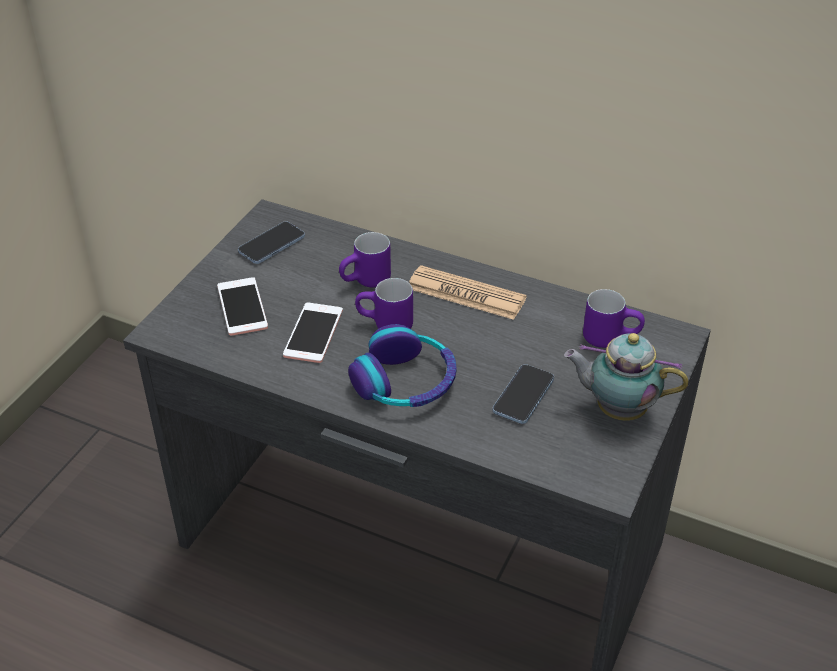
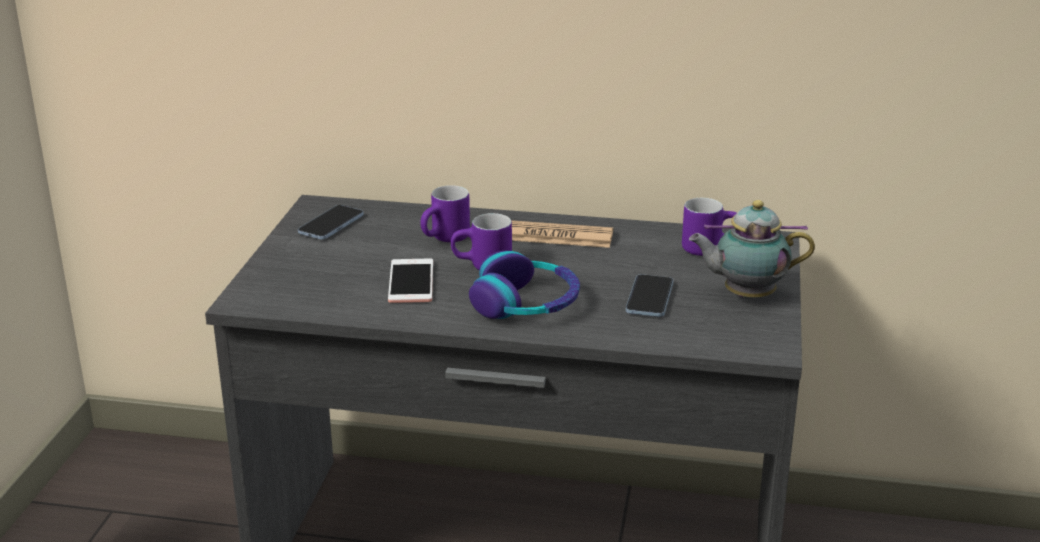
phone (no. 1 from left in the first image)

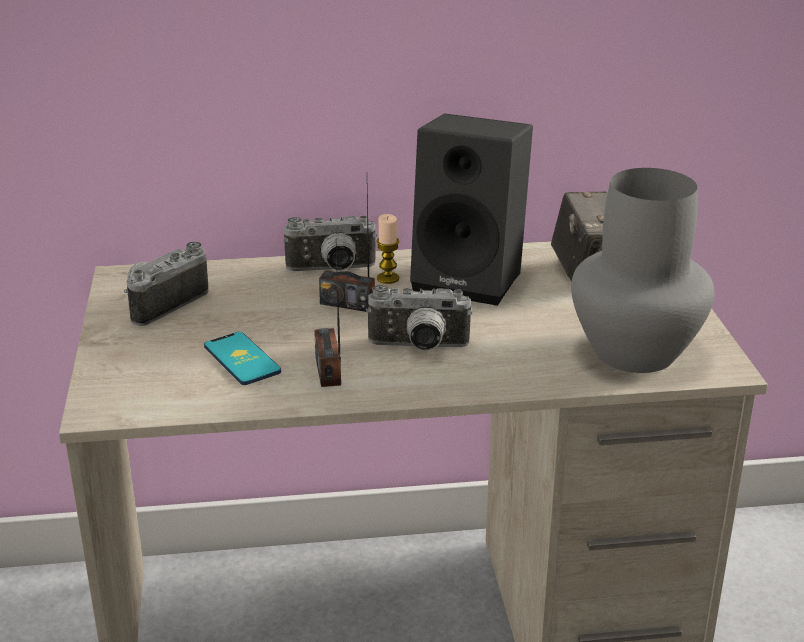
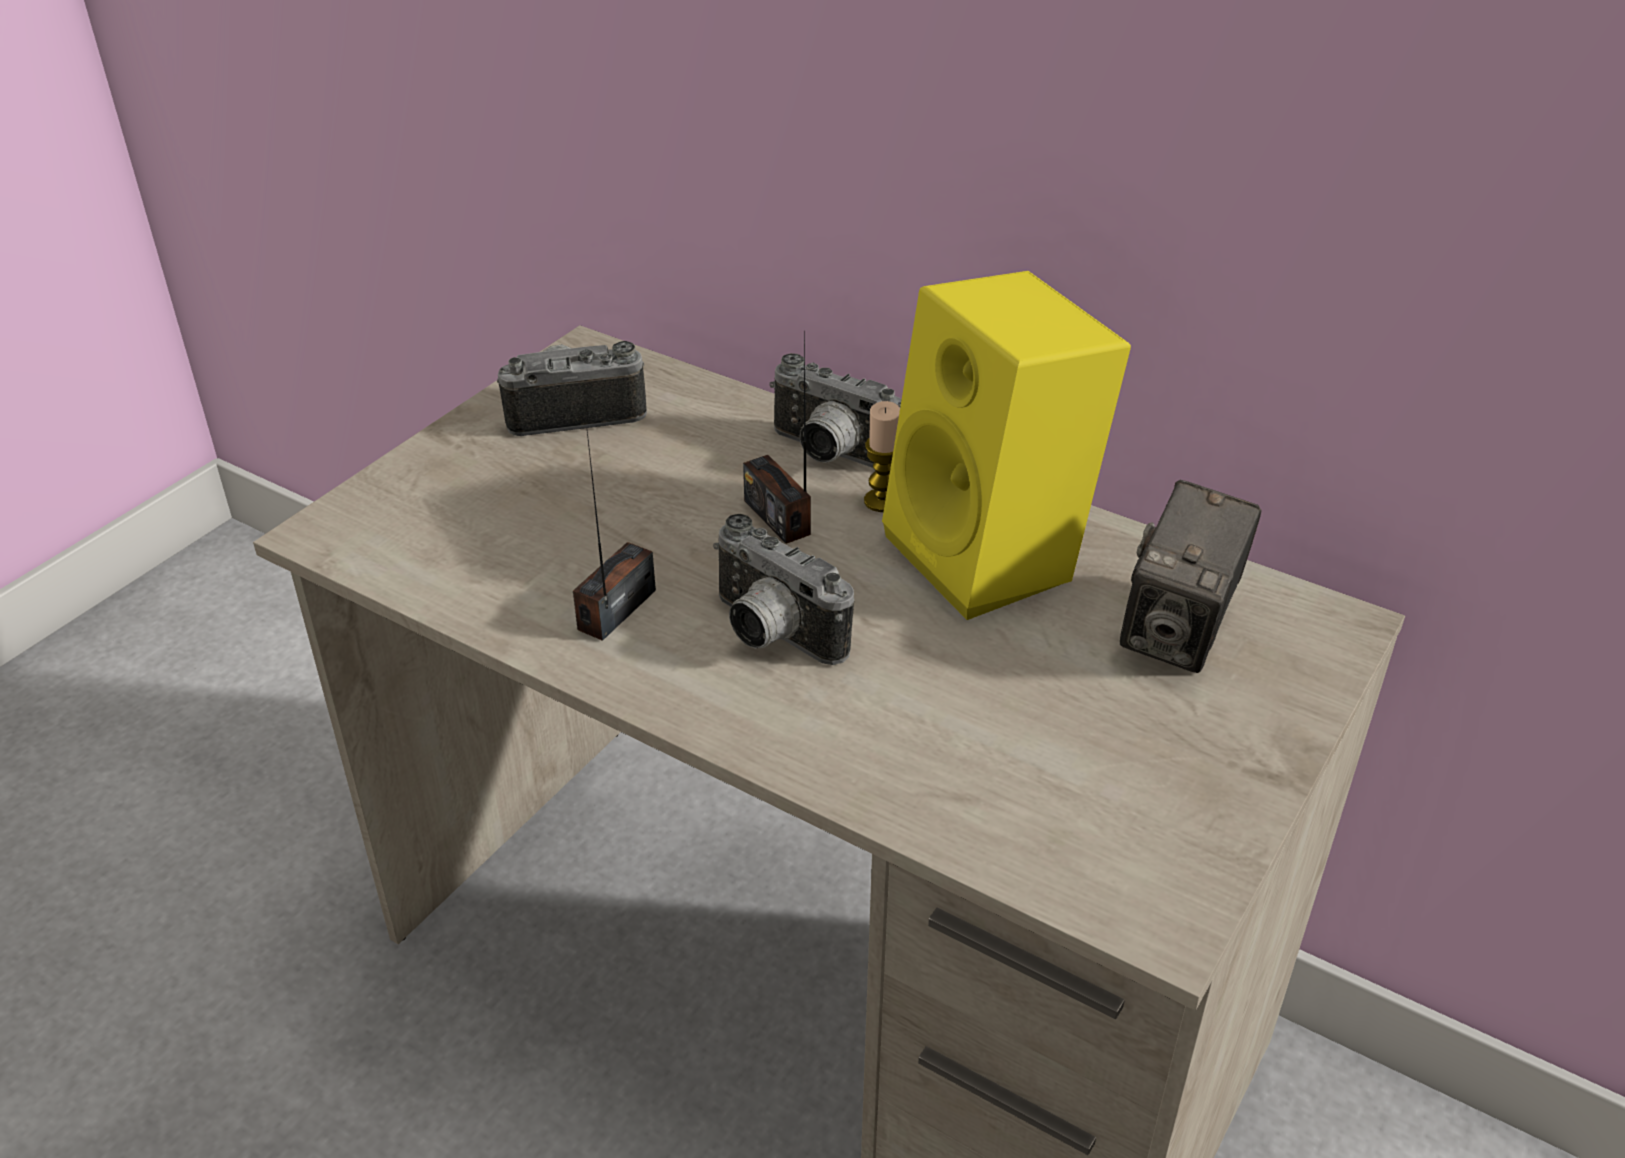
phone
vase (grey)
speaker (yellow)

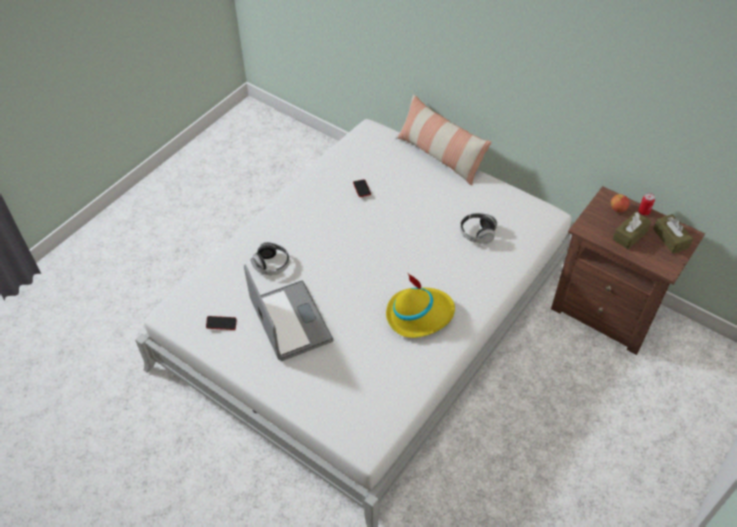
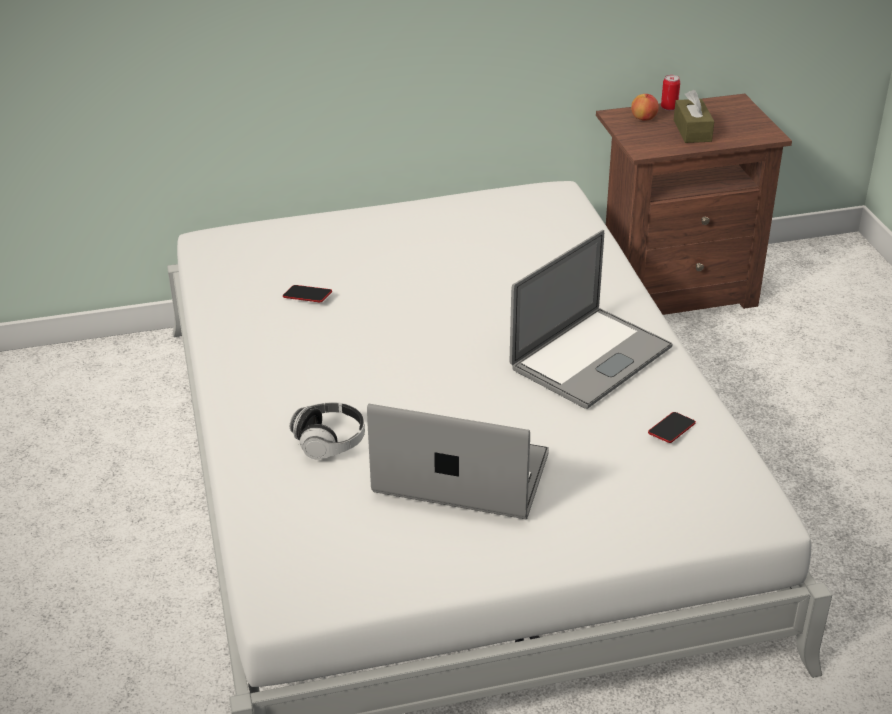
pillow
headphones (no. 2 from left in the first image)
tissue box (brown) (no. 2 from left in the first image)
phone (no. 2 from left)
laptop (no. 2 from left)

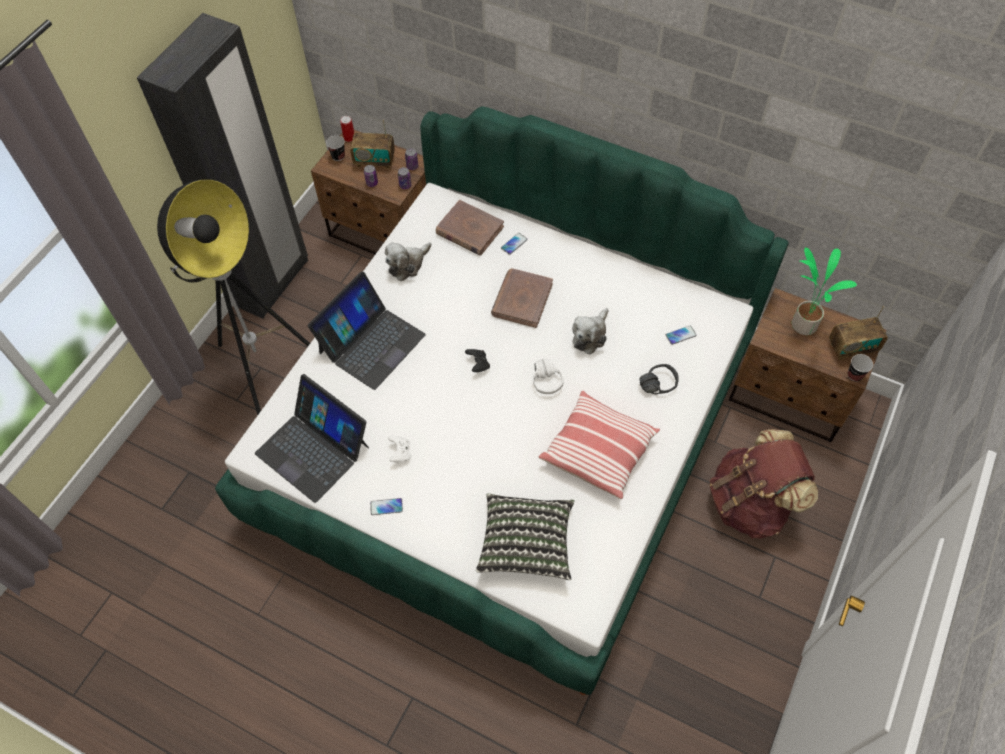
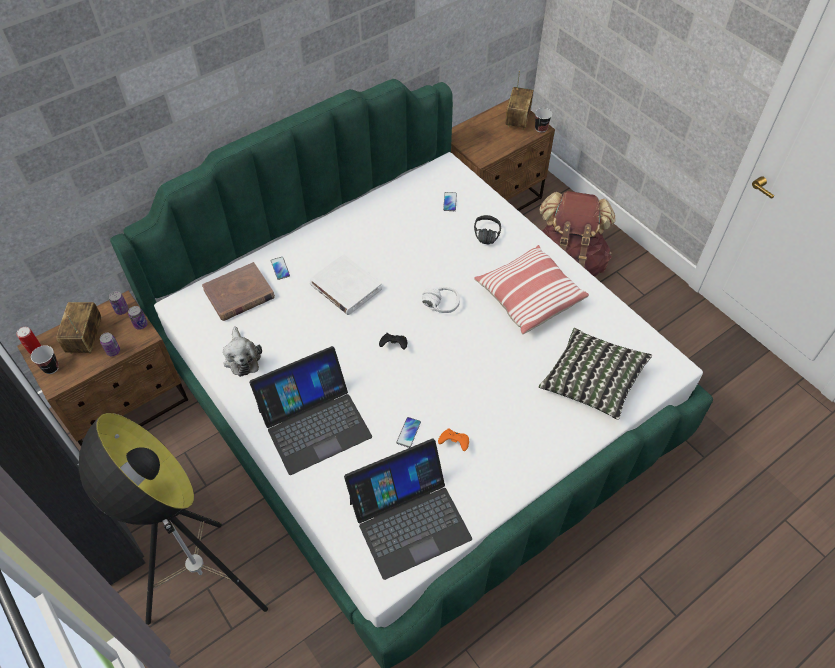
plush toy (no. 2 from left in the first image)
potted plant
phone (no. 2 from left)
game controller (orange)
book (white)
laptop (no. 1 from left)
radio (no. 1 from left)

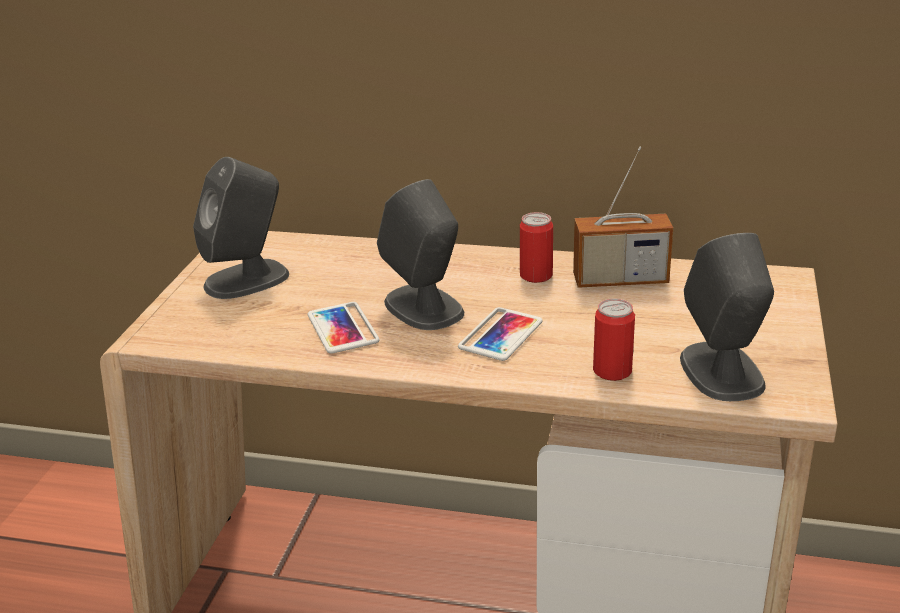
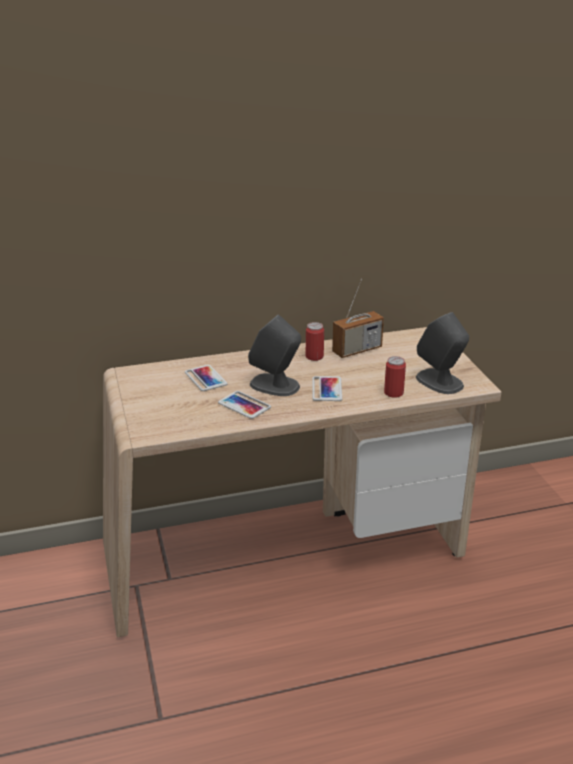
speaker (grey) (no. 1 from left in the first image)
phone (no. 1 from left)

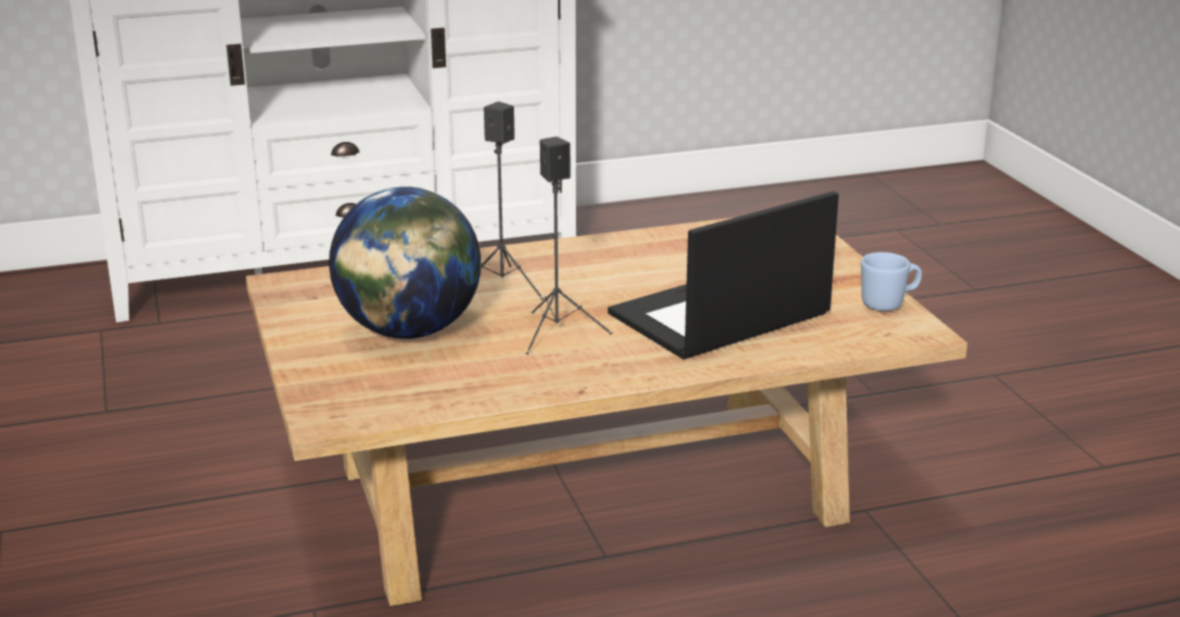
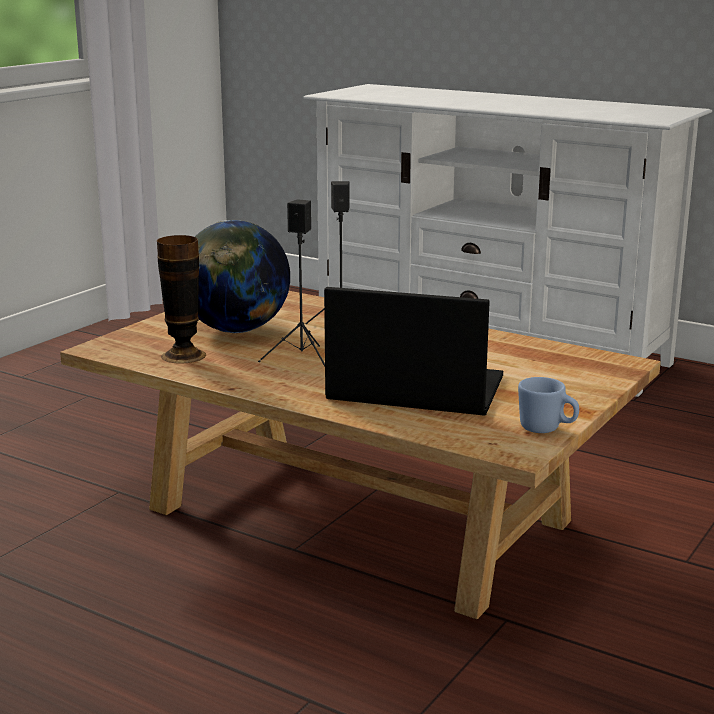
vase

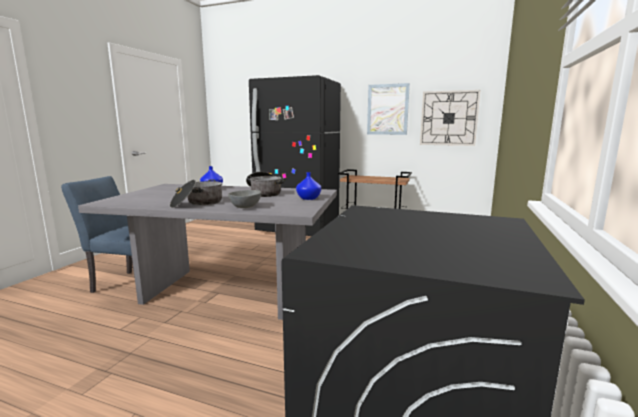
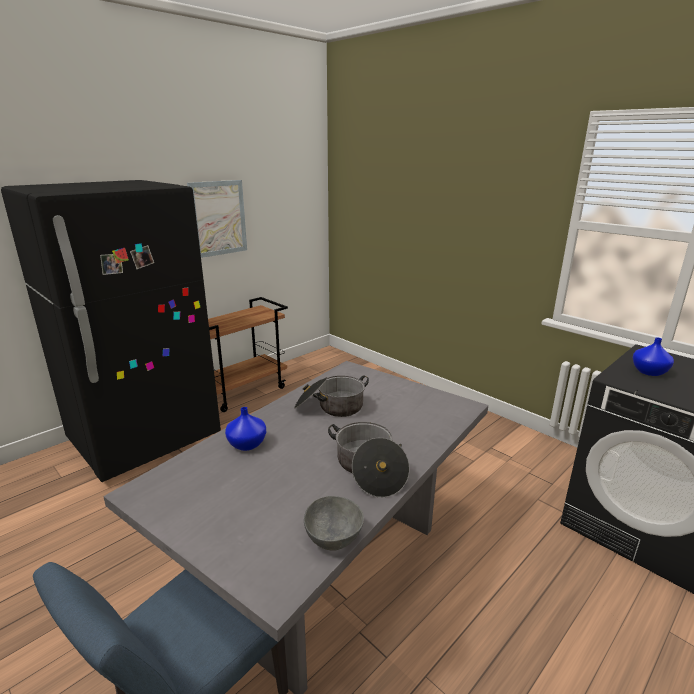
wall clock
bowl (grey)
vase (blue) (no. 2 from left)

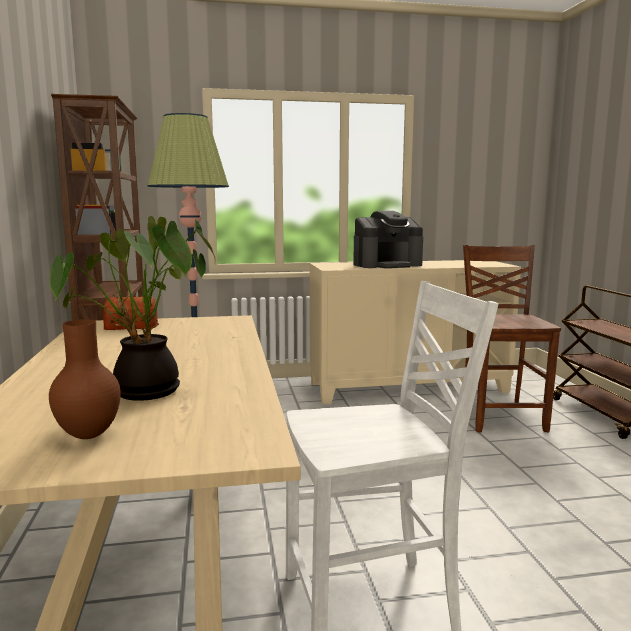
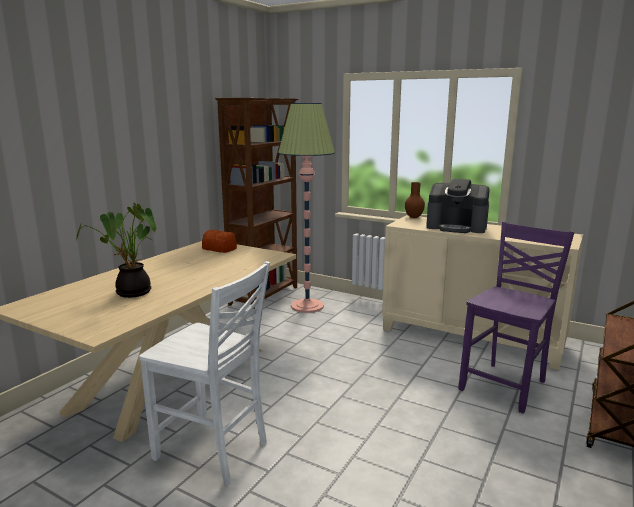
vase (brown)
chair (purple)

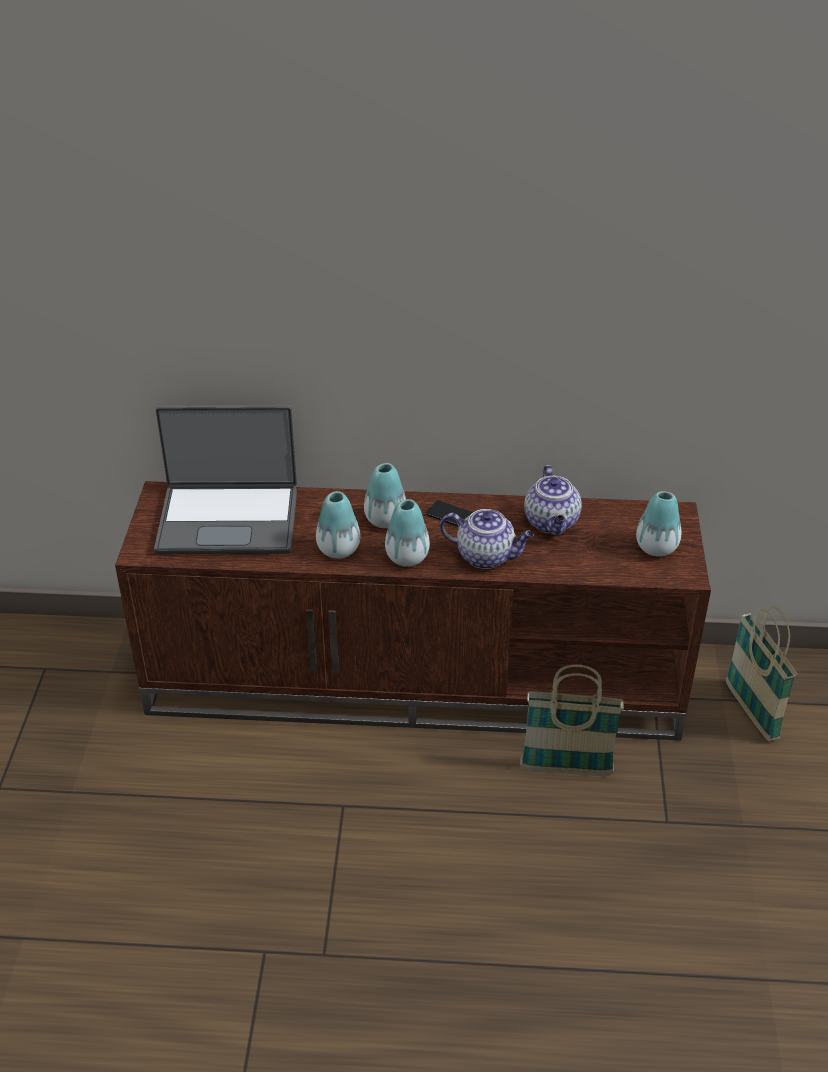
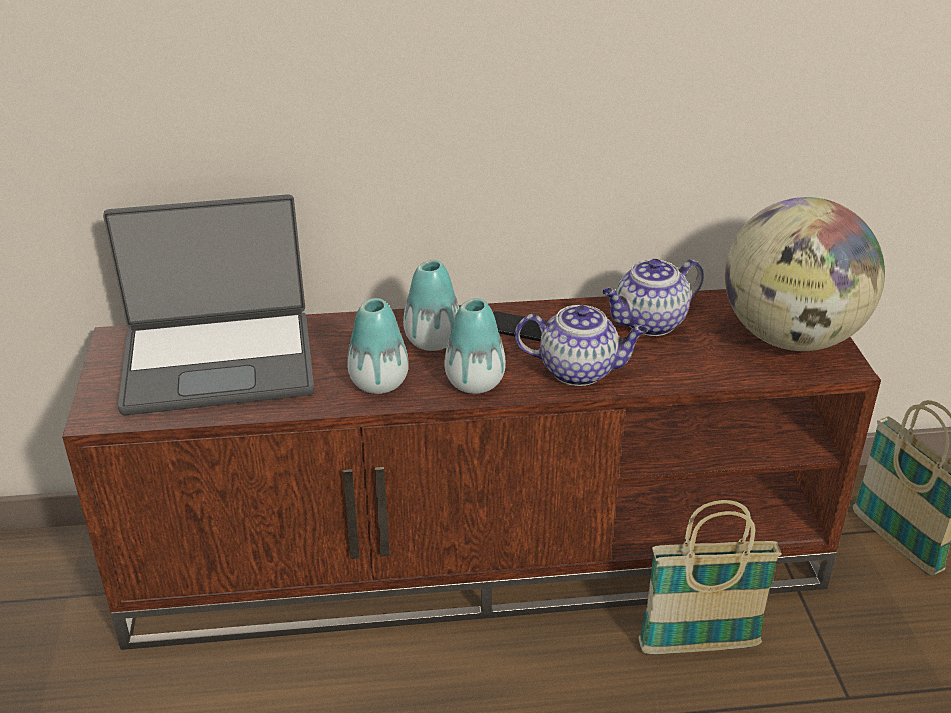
globe
teapot (no. 2 from left)

